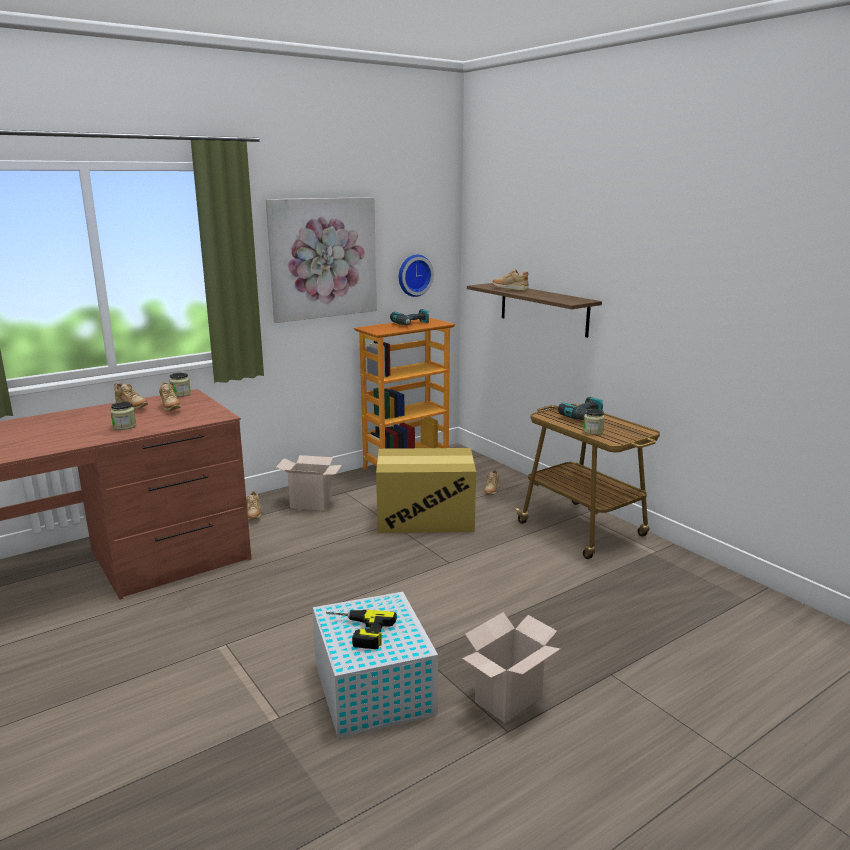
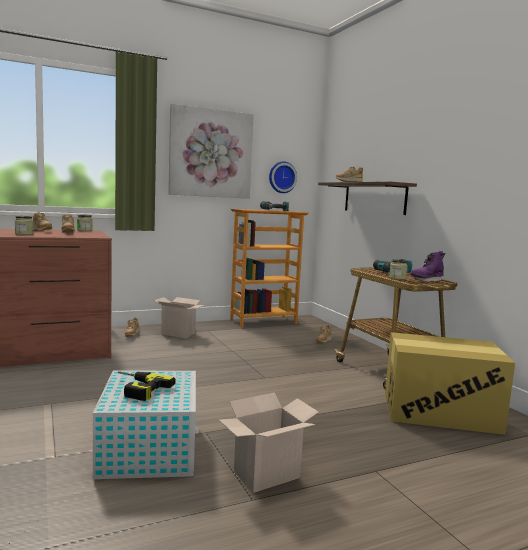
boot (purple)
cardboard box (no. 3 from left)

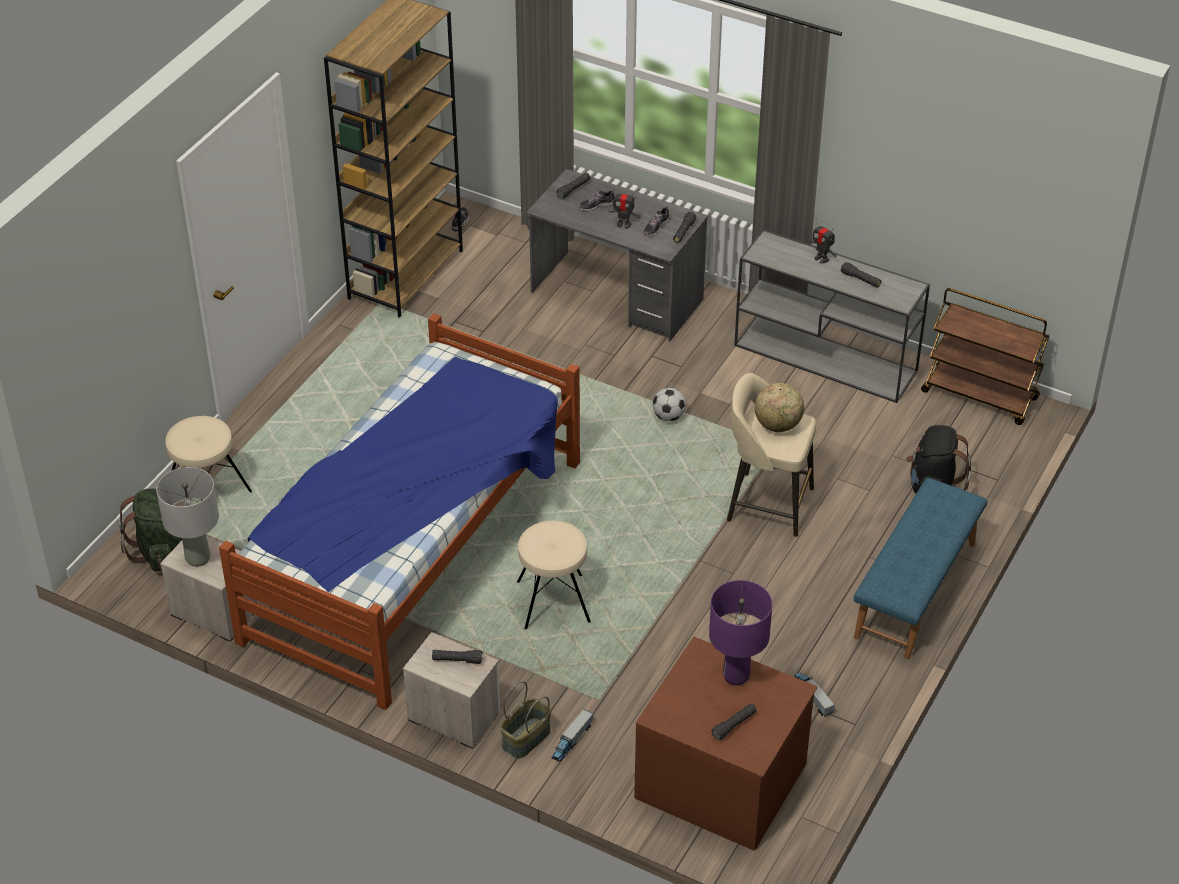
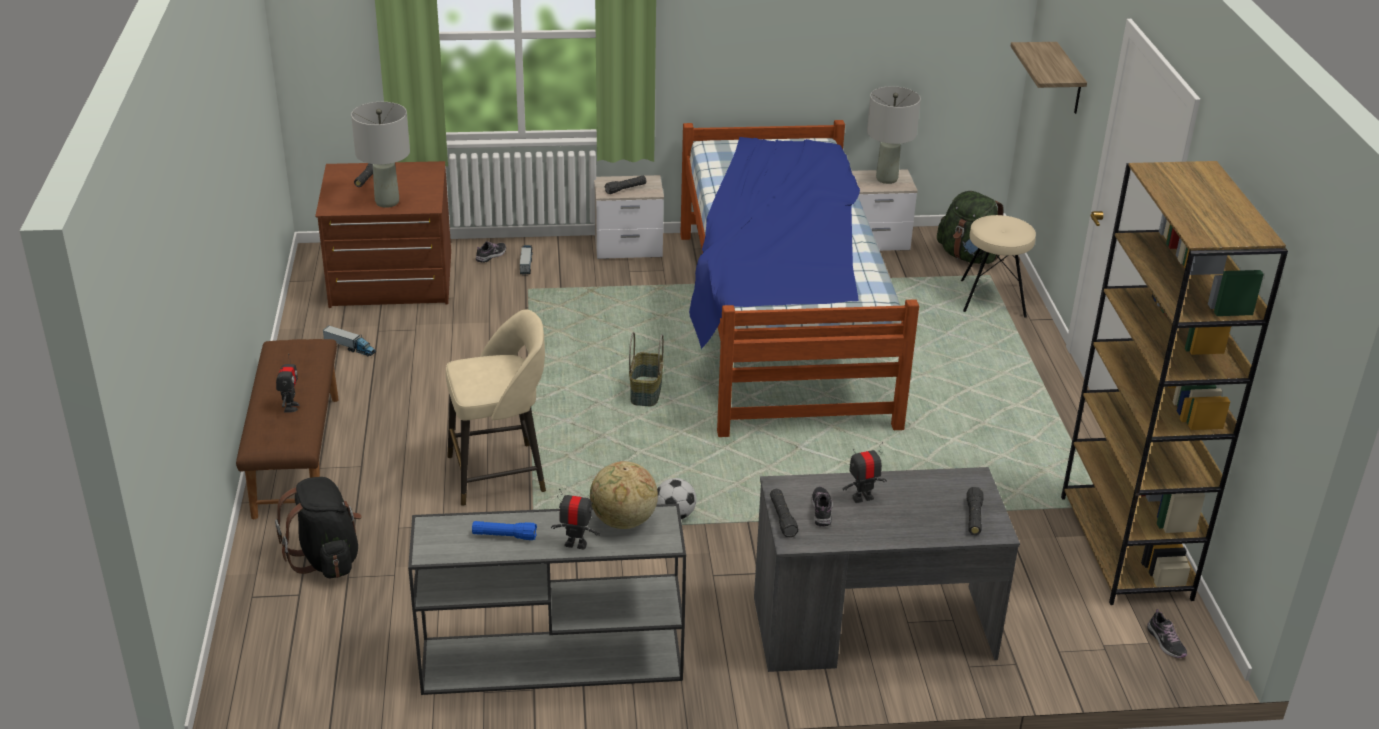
stool (beige) (no. 2 from left in the first image)
cart (brown)
toy robot (no. 1 from left)
shelf
basket
shoe (no. 1 from left)
globe
table lamp (grey) (no. 1 from left)
flashlight (blue)
bench (brown)

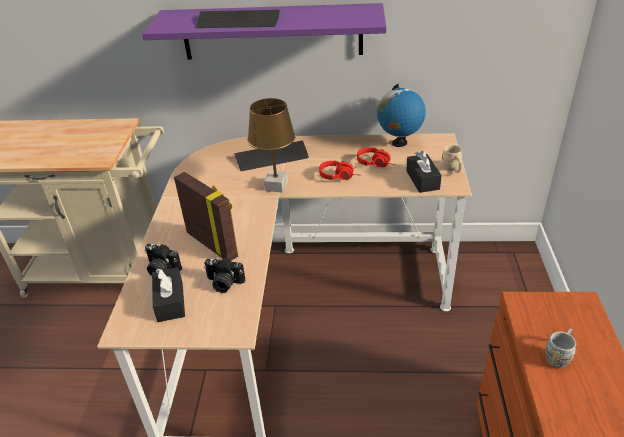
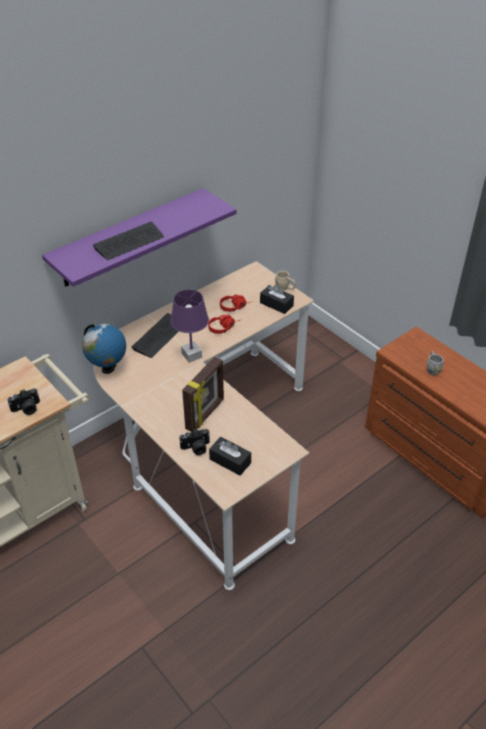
photo camera (no. 1 from left)
globe
table lamp (purple)
picture frame

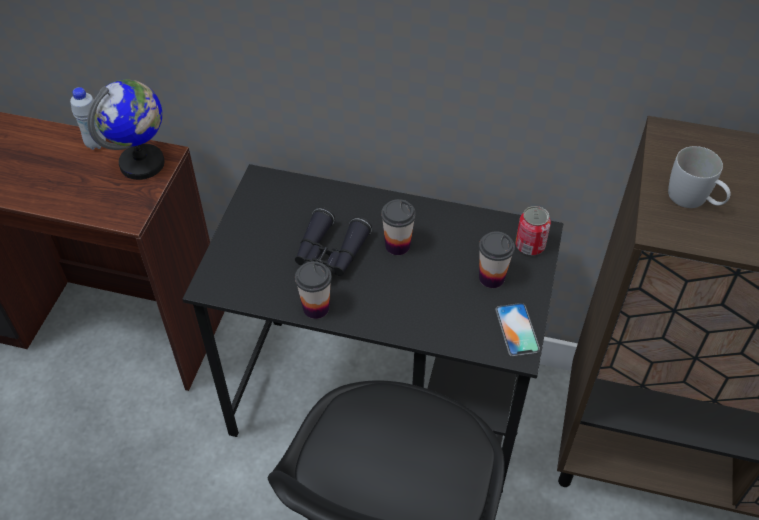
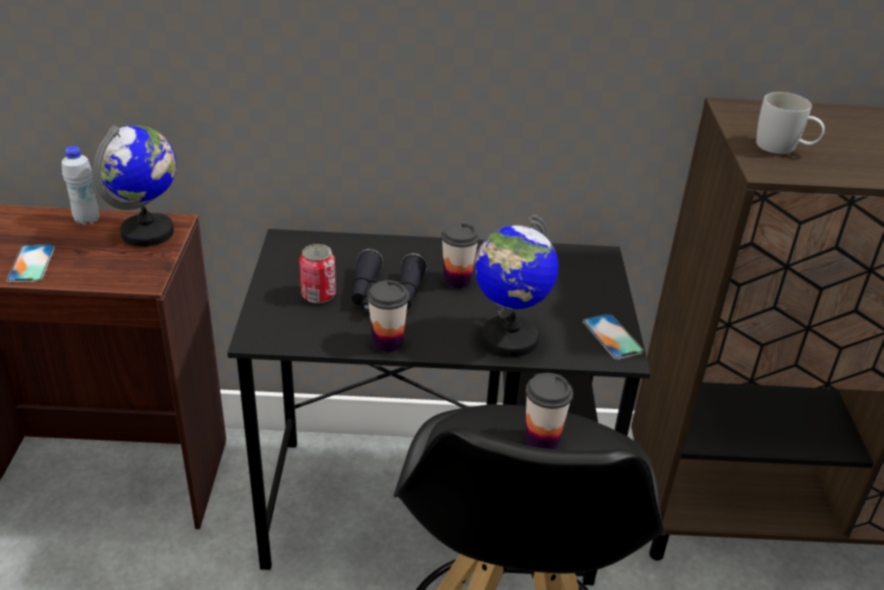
phone (no. 1 from left)
globe (no. 2 from left)
cup (no. 3 from left)
can

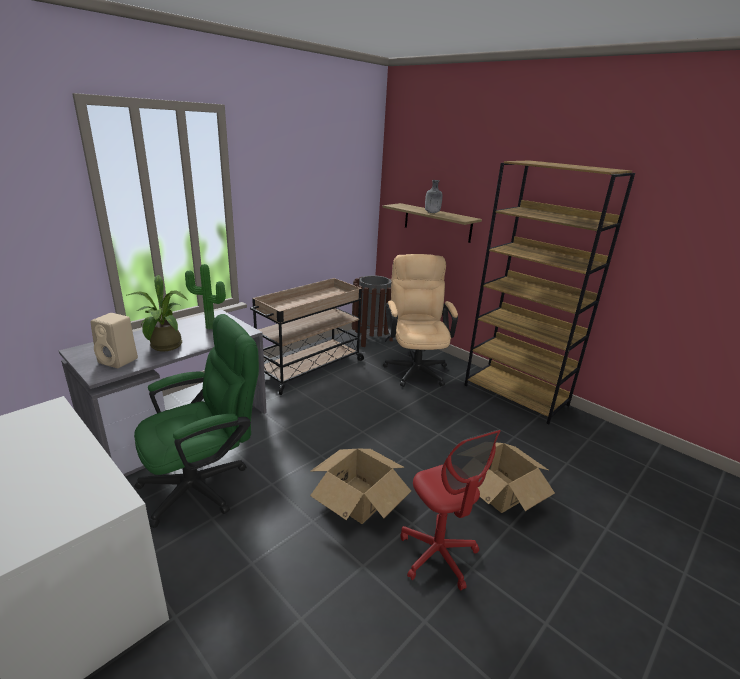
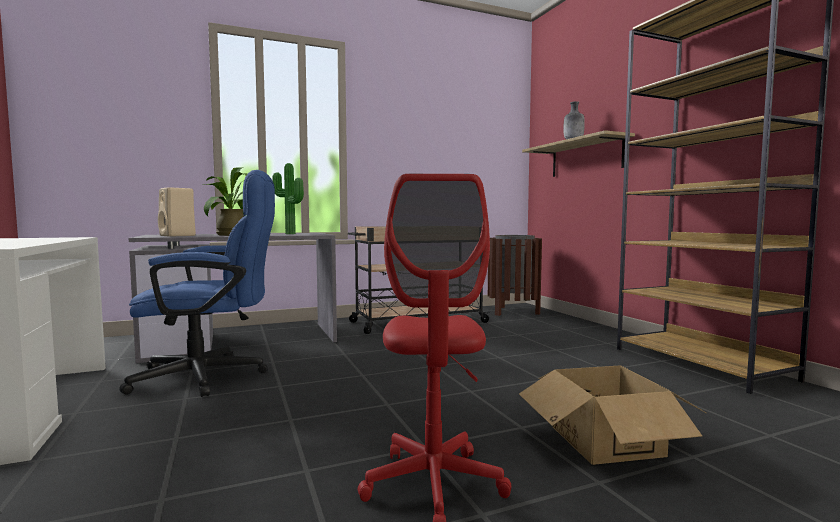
cardboard box (no. 1 from left in the first image)
office chair (beige)
office chair (blue)

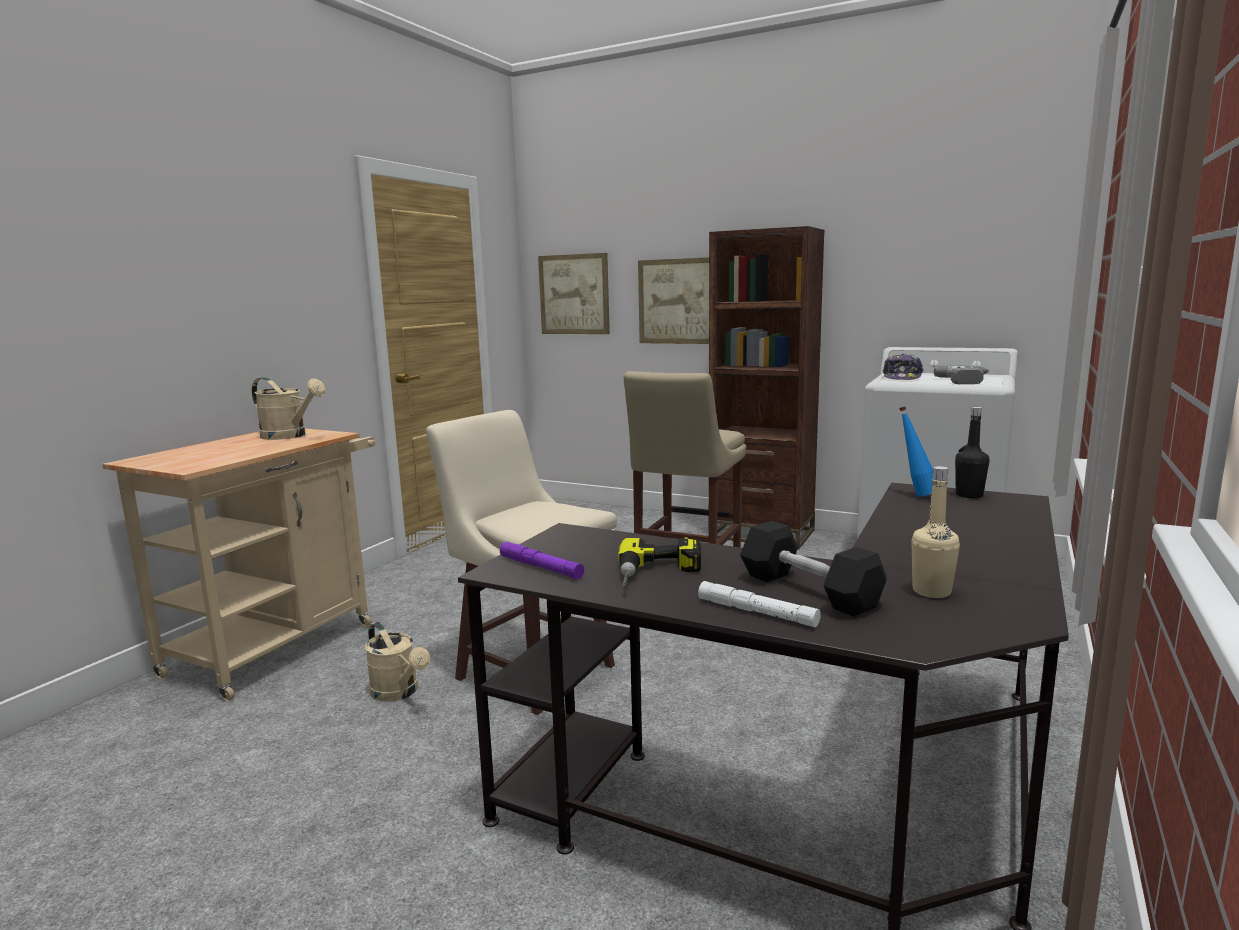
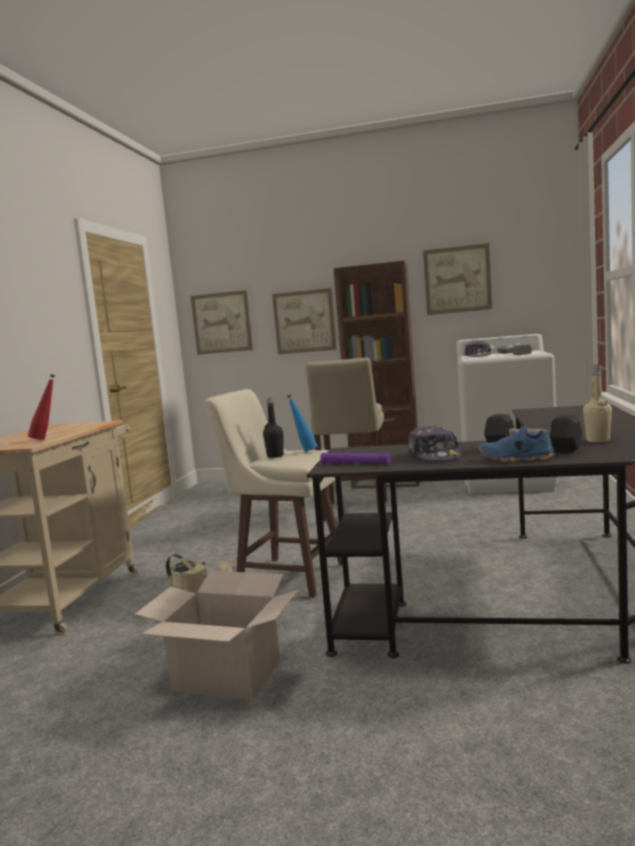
watering can (beige) (no. 1 from left in the first image)
bottle (red)
cardboard box
picture (no. 3 from left)
bottle (blue)
bottle (black)
cap (no. 1 from left)
shoe (blue)

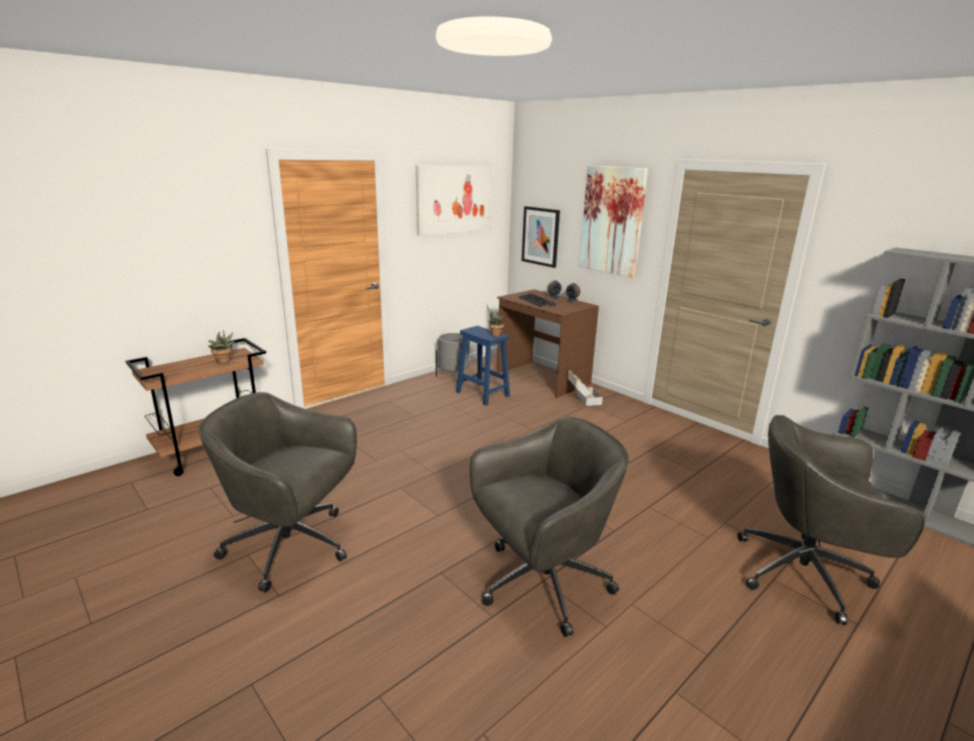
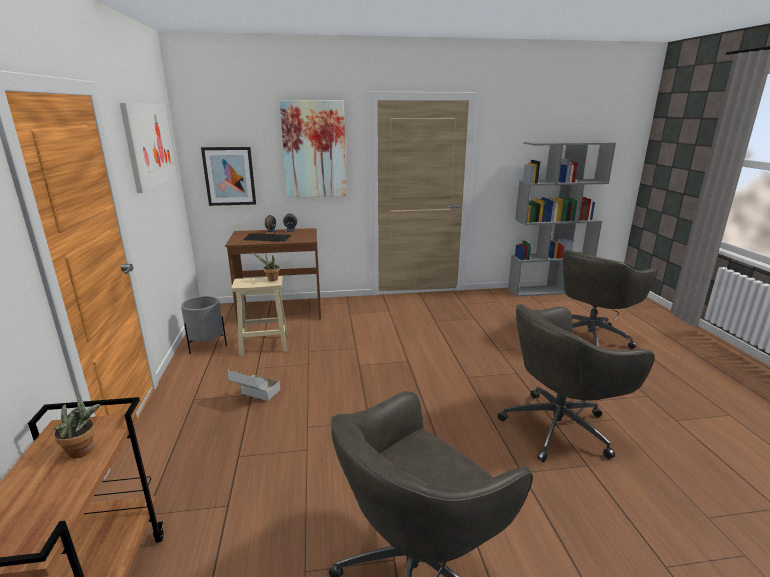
cardboard box
stool (beige)
office chair (grey) (no. 2 from left)

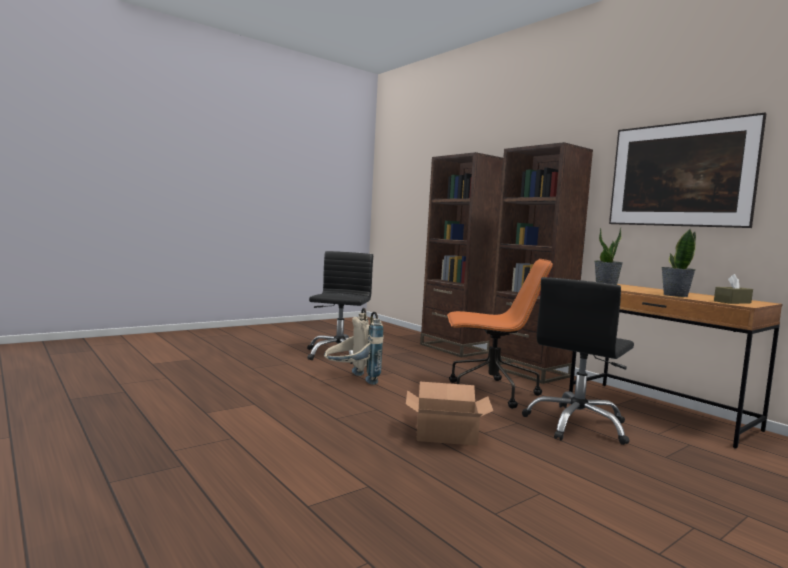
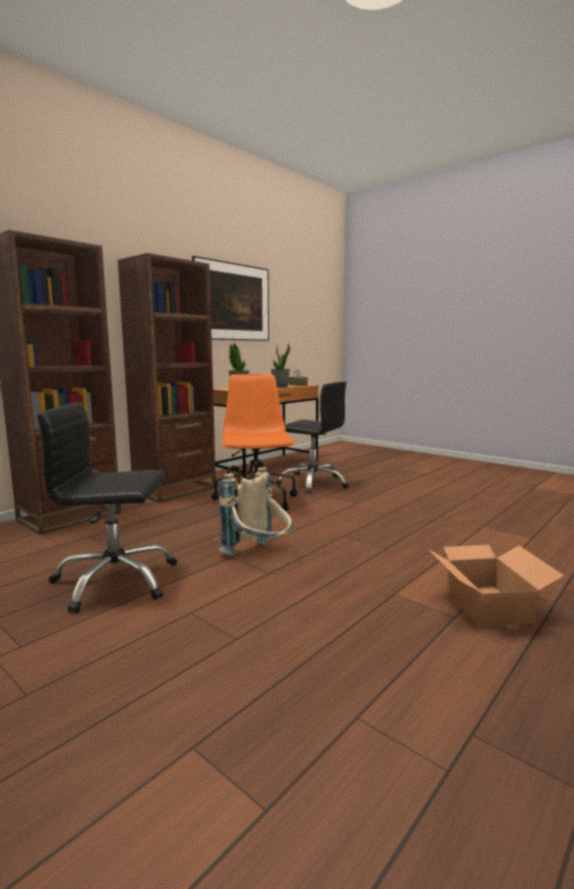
cardboard box

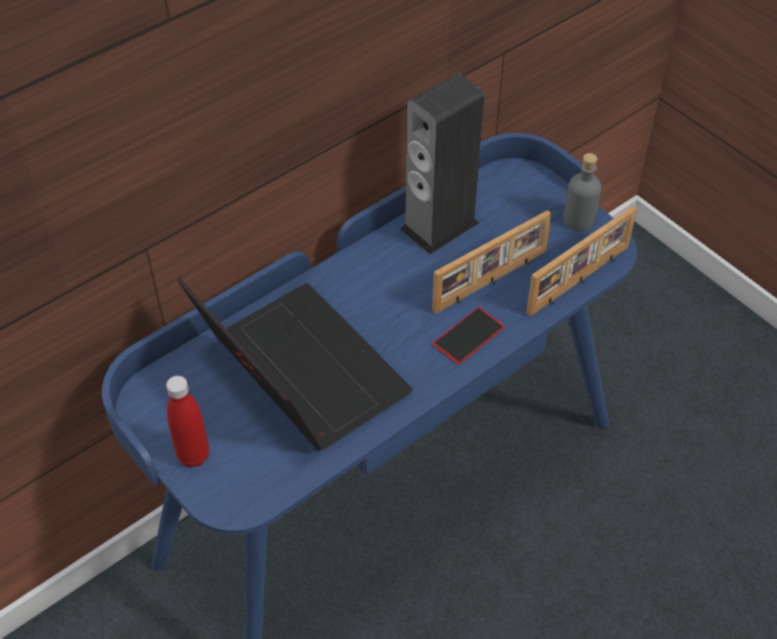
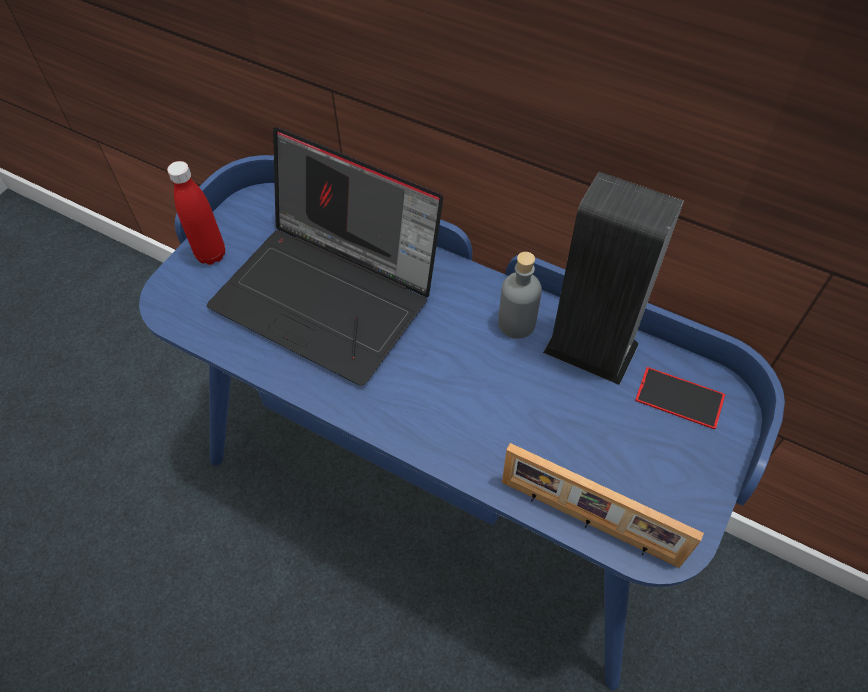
picture frame (no. 1 from left in the first image)
phone
bottle (grey)
laptop

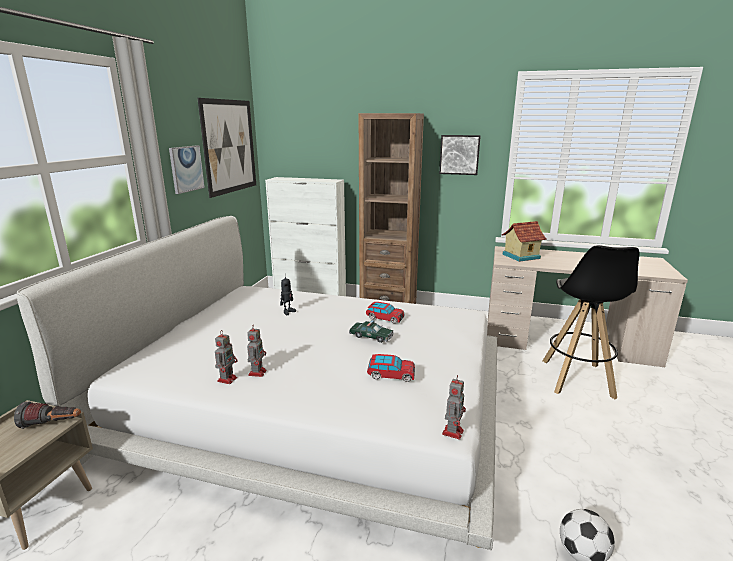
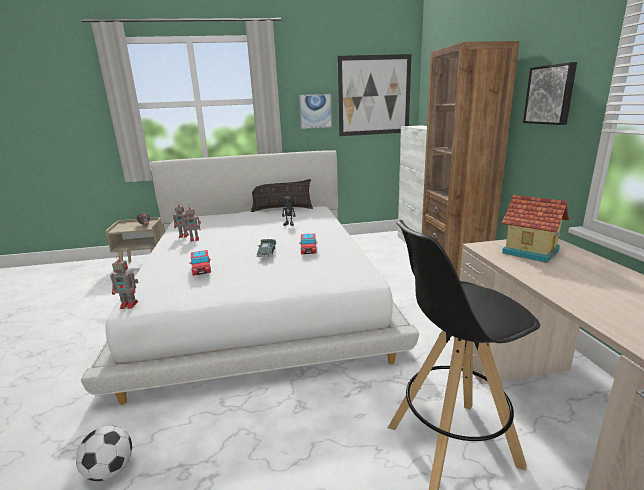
pillow

